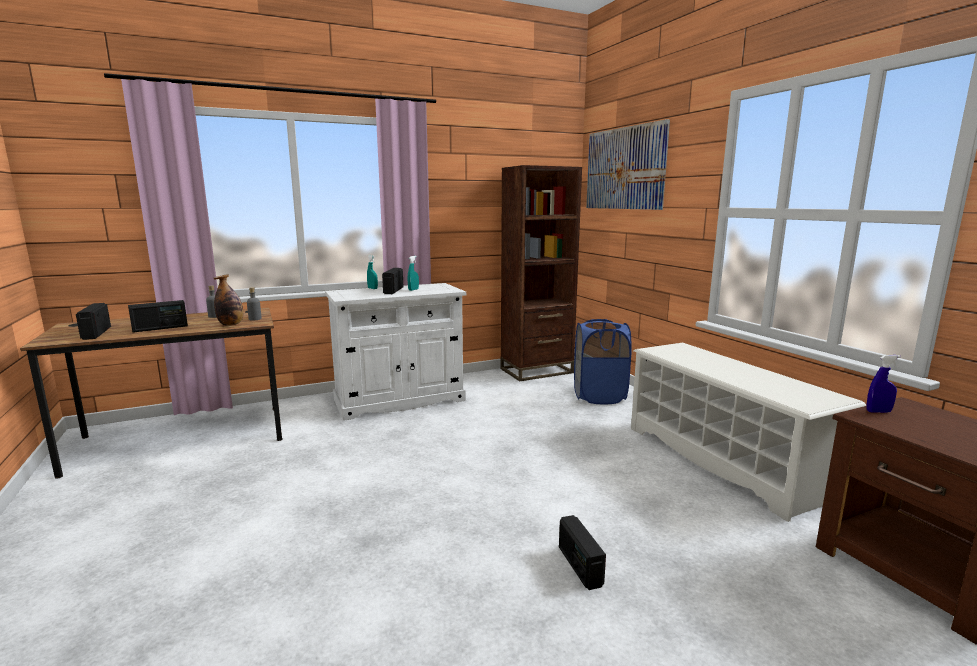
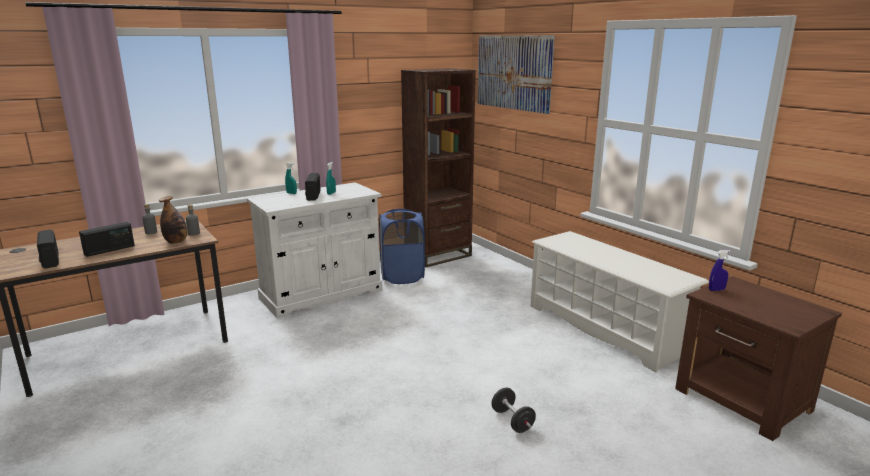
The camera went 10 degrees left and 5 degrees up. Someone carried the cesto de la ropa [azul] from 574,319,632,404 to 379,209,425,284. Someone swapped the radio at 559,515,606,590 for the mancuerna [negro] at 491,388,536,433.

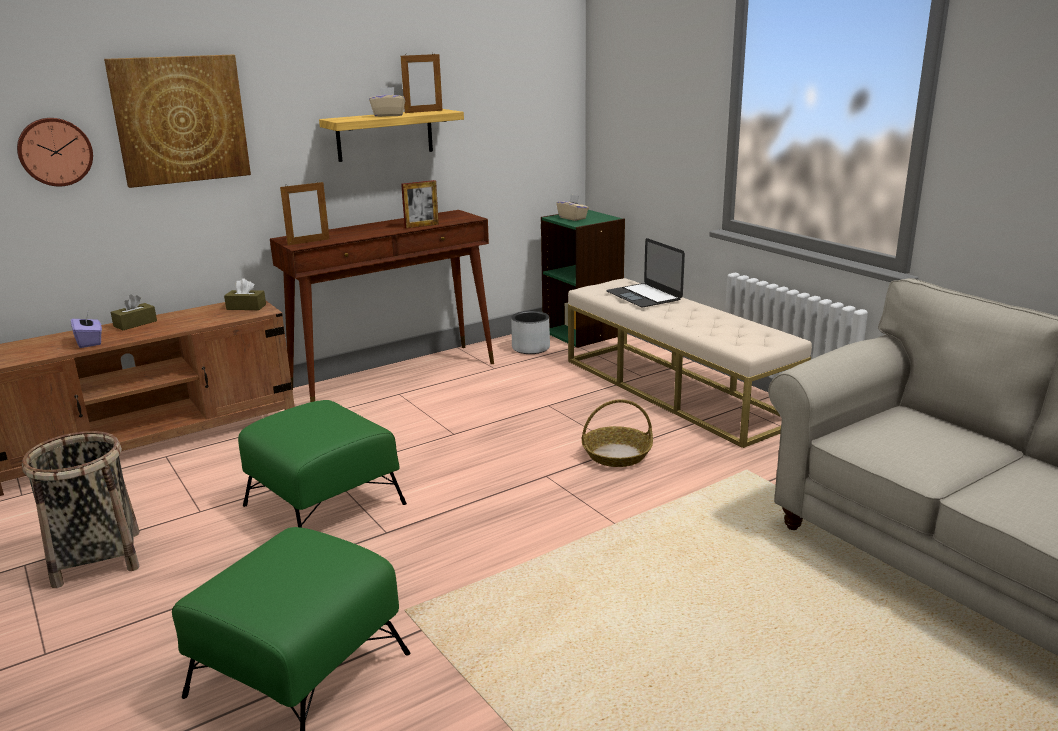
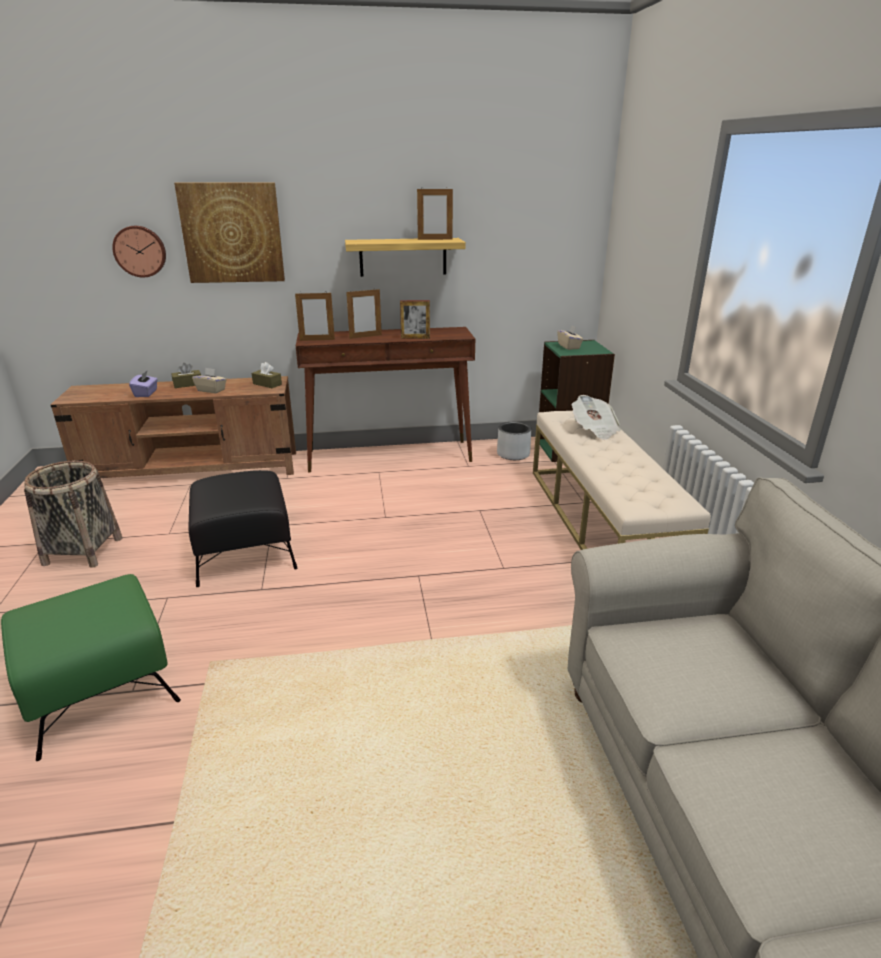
The camera went 25 degrees right and 5 degrees up. Someone repainted the puf [verde] at 238,400,407,528, which became the puf [negro] at 189,470,298,587. Someone carried the caja de pañuelos [beis] from 369,87,405,117 to 192,368,227,393. Someone put down the portarretratos at 346,289,382,339. Someone swapped the portátil at 606,238,685,307 for the periódico at 572,395,621,440. Someone took away the cesta at 581,399,653,467.

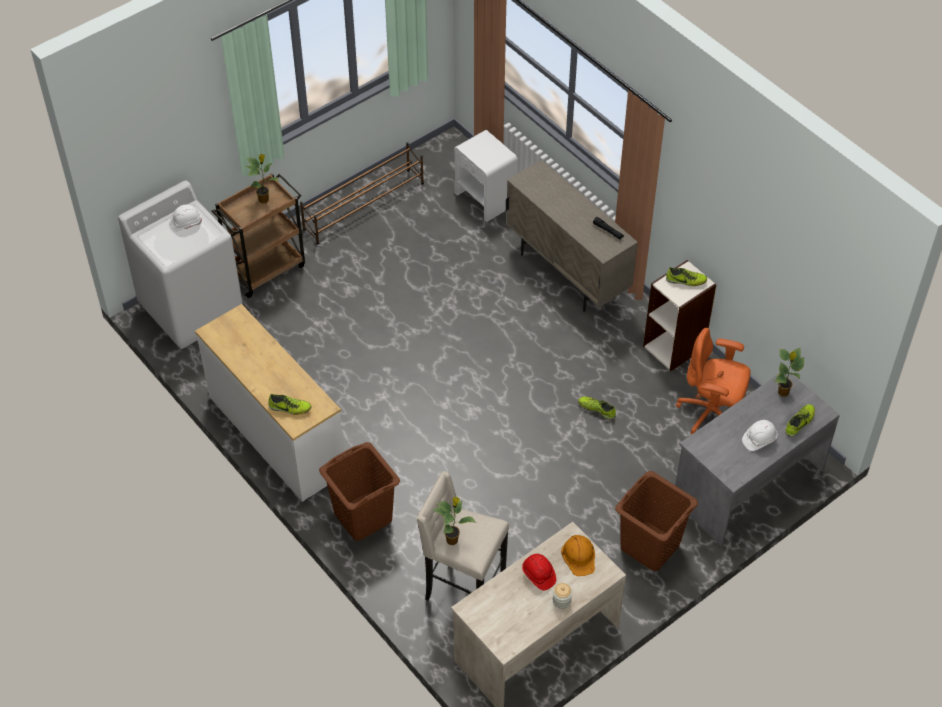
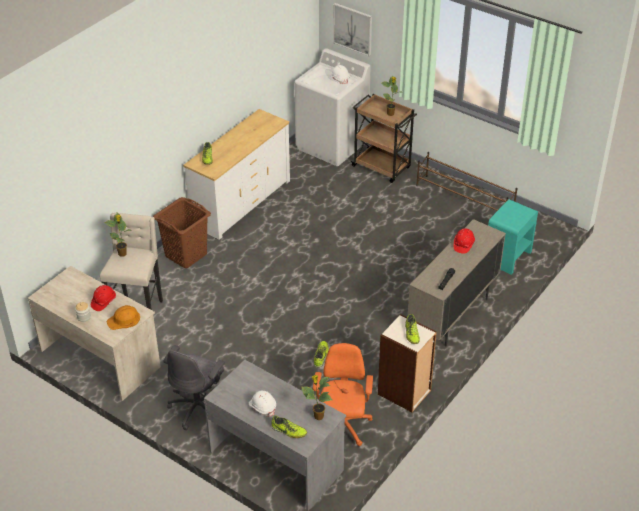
The camera went 75 degrees right and 10 degrees down. Someone swapped the cesto de la ropa [marrón] at 615,471,698,571 for the silla de oficina [gris] at 163,345,225,430. Someone put up the cuadro at 333,3,372,57. Someone put down the casco [rojo] at 453,228,475,254. Someone repainted the mesita de noche [blanco] at 454,130,518,222, which became the mesita de noche [turquesa] at 488,199,538,275.

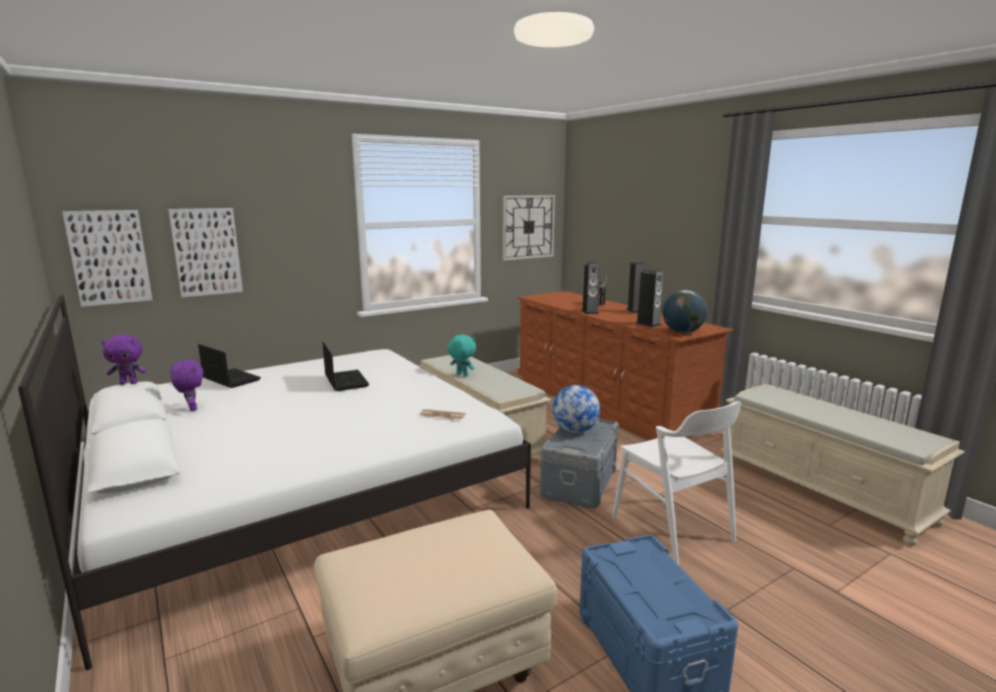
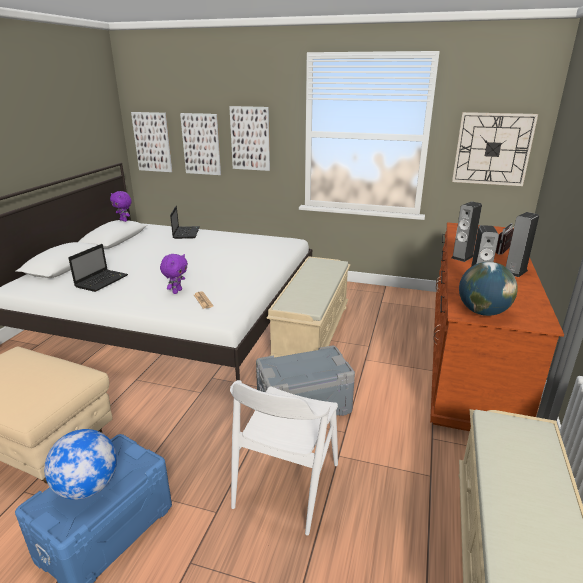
The camera went 50 degrees right and 10 degrees up. Someone carried the globo terráqueo from 552,385,600,433 to 44,429,117,500. Someone carried the portátil from 323,342,369,391 to 68,244,128,292. Someone carried the peluche [morado] from 170,359,204,411 to 160,254,188,294. Someone put up the cuadro at 229,106,270,171. Someone took away the peluche [turquesa] at 447,335,476,376.

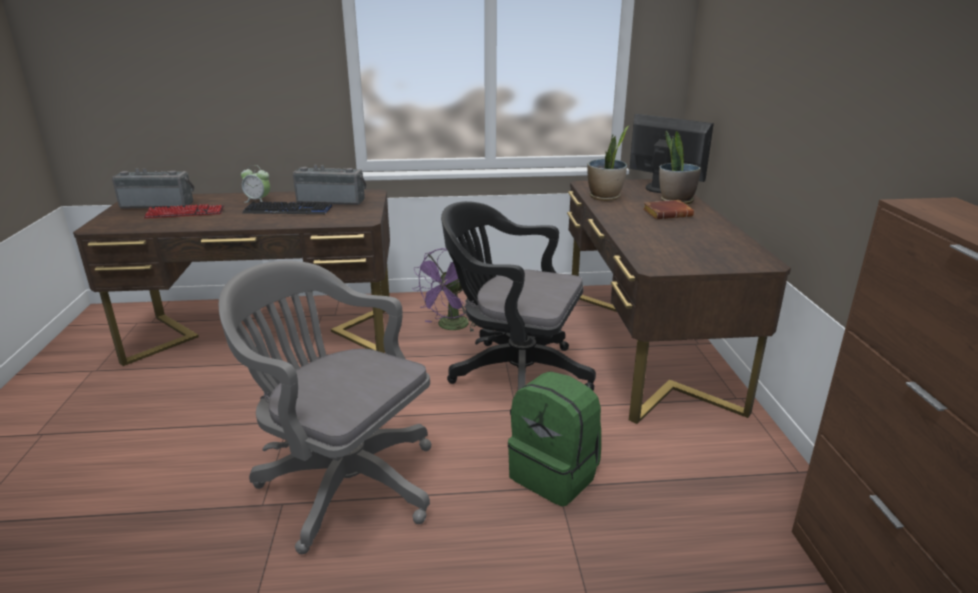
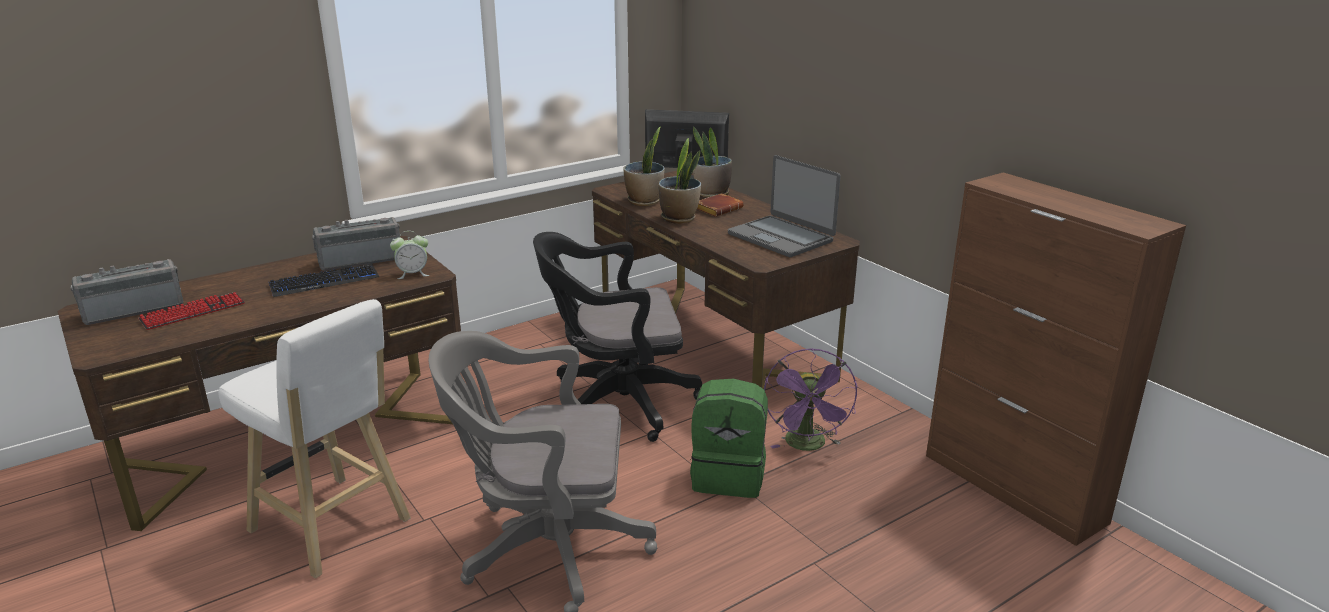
The camera went 30 degrees left and 0 degrees up. Someone put down the taburete [blanco] at 218,299,411,578. Someone carried the despertador from 241,165,270,203 to 390,231,429,279. Someone put down the planta en maceta at 658,138,701,224. Someone put down the portátil at 728,155,841,257. Someone carried the ventilador [morado] from 412,248,477,332 to 764,348,858,451.

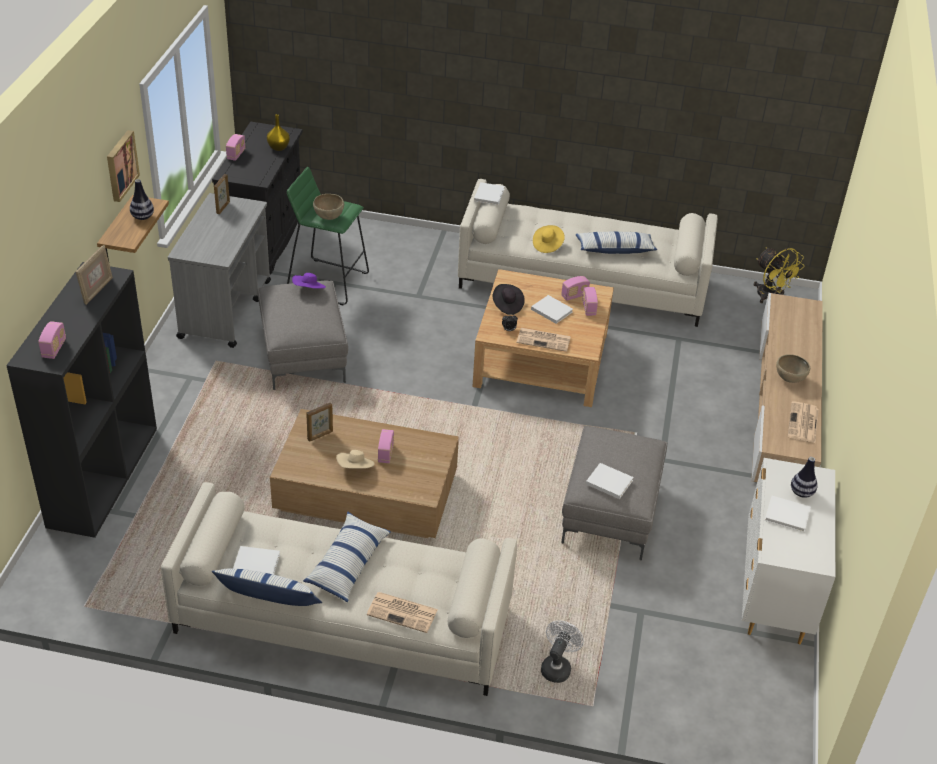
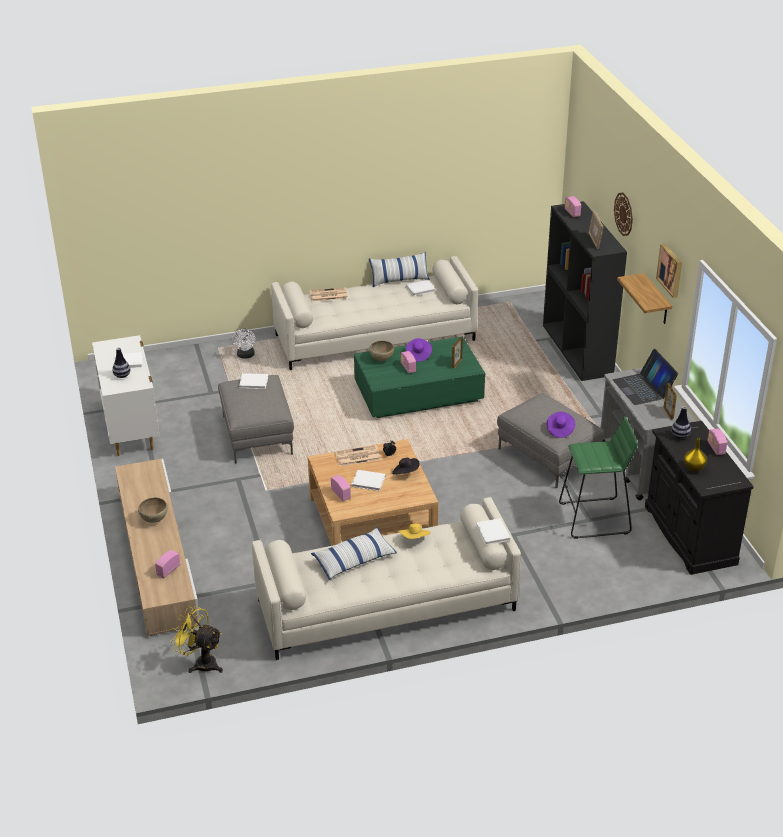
The camera went 155 degrees right and 5 degrees down. Someone carried the radio from 561,276,590,301 to 155,550,181,578. Someone repainted the mesa de centro [marrón] at 270,409,459,538, which became the mesa de centro [verde] at 354,336,485,418. Someone carried the cuenco [marrón] from 313,194,344,220 to 369,341,394,361. Someone repainted the sombrero [beis] at 336,450,374,469, which became the sombrero [morado] at 406,338,432,362. Someone put down the portátil at 613,349,678,405. Someone put up the reloj de pared at 614,192,633,236. Someone carried the florero from 130,179,154,220 to 671,406,691,439. Someone took away the cojín at 303,511,391,602. Someone took away the periódico at 788,401,819,443.

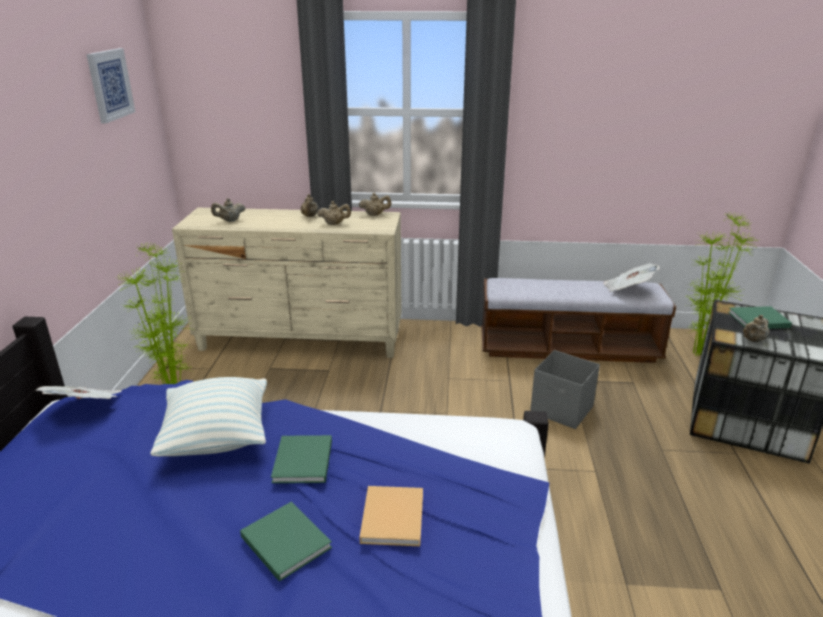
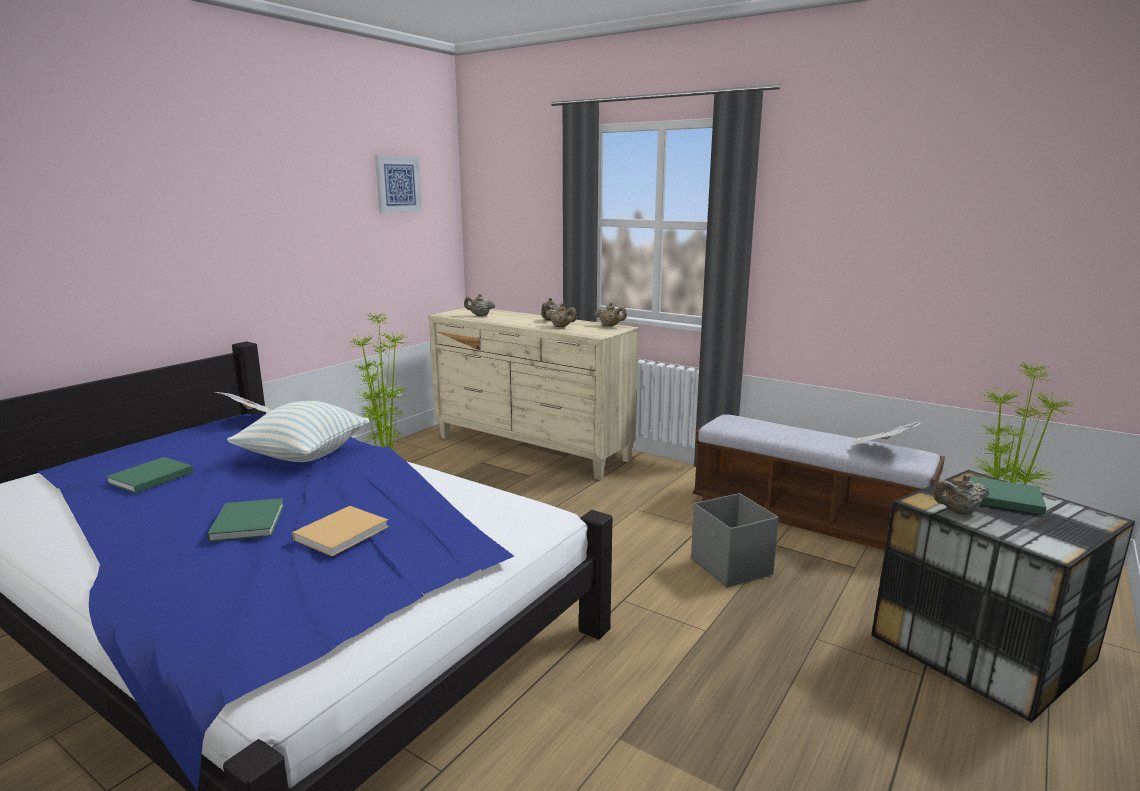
The camera went 30 degrees right and 10 degrees down. Someone carried the libro [verde] from 271,435,332,483 to 106,457,194,493.

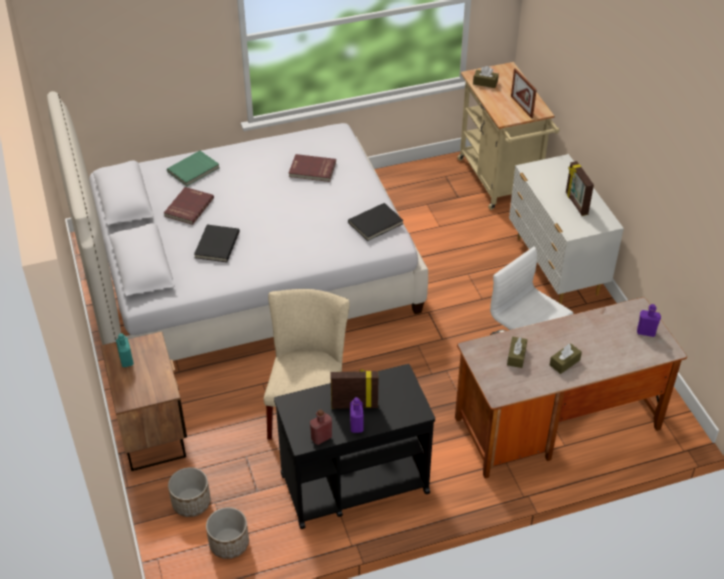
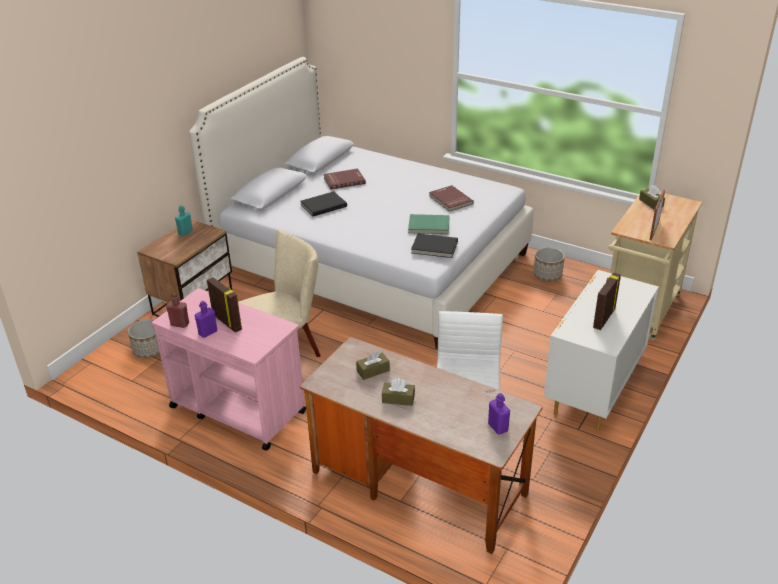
The camera went 50 degrees right and 10 degrees down. Someone repainted the carrito [negro] at 274,364,435,529, which became the carrito [rosa] at 152,288,306,451. Someone carried the libro [verde] from 167,151,220,186 to 408,214,450,234. Someone carried the maceta from 206,507,249,559 to 534,247,565,281.

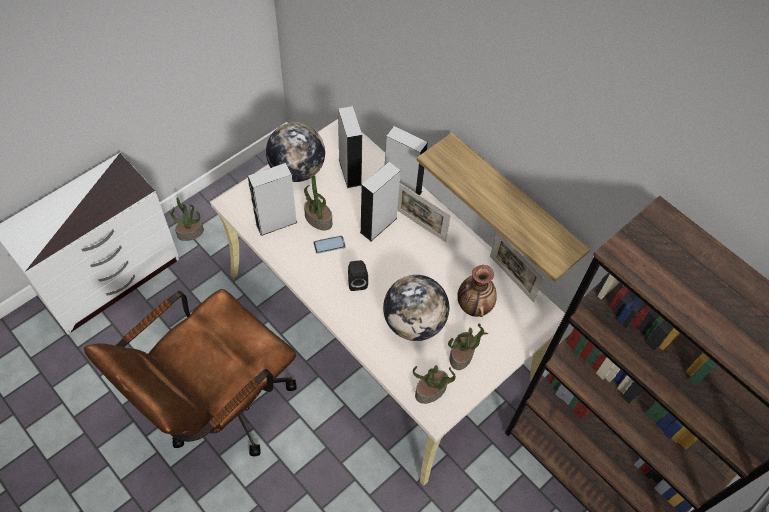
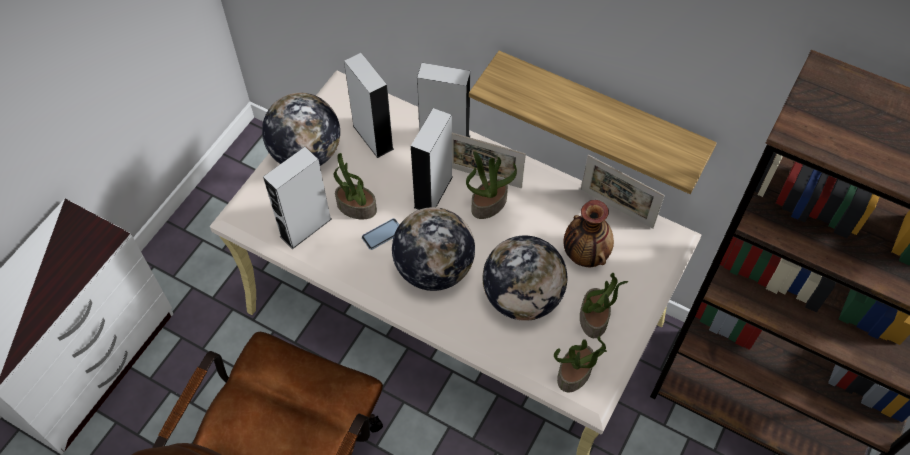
The camera went 15 degrees left and 0 degrees up. Someone swapped the altavoz [negro] at 348,260,368,291 for the globo terráqueo at 392,207,475,291. Someone carried the planta en maceta from 171,197,204,241 to 466,151,517,219.

